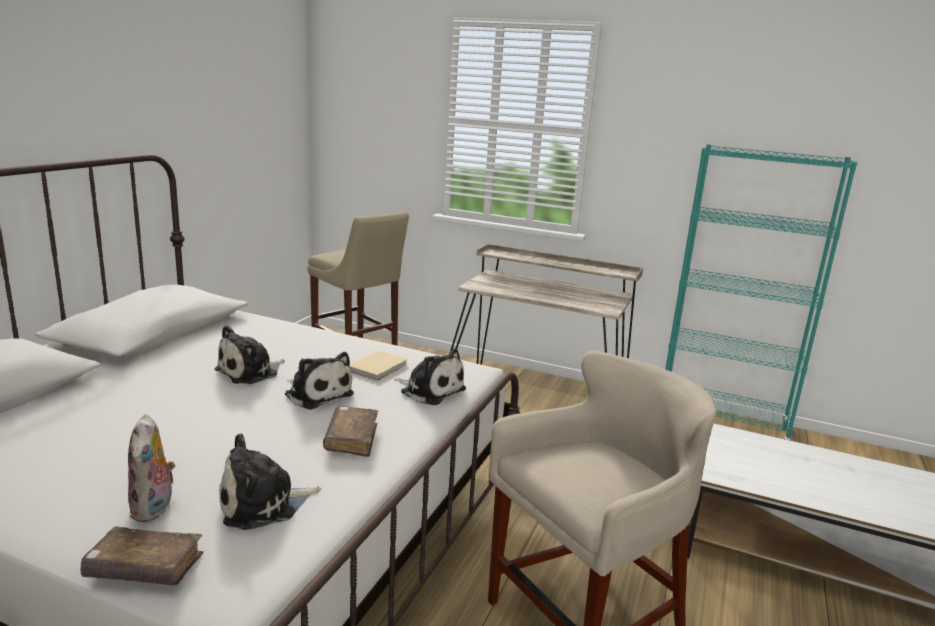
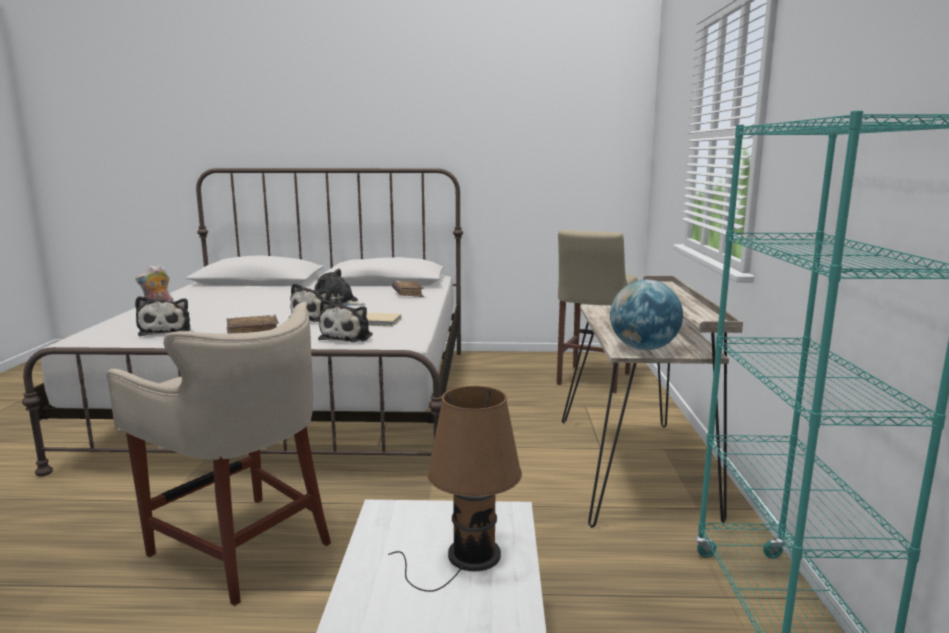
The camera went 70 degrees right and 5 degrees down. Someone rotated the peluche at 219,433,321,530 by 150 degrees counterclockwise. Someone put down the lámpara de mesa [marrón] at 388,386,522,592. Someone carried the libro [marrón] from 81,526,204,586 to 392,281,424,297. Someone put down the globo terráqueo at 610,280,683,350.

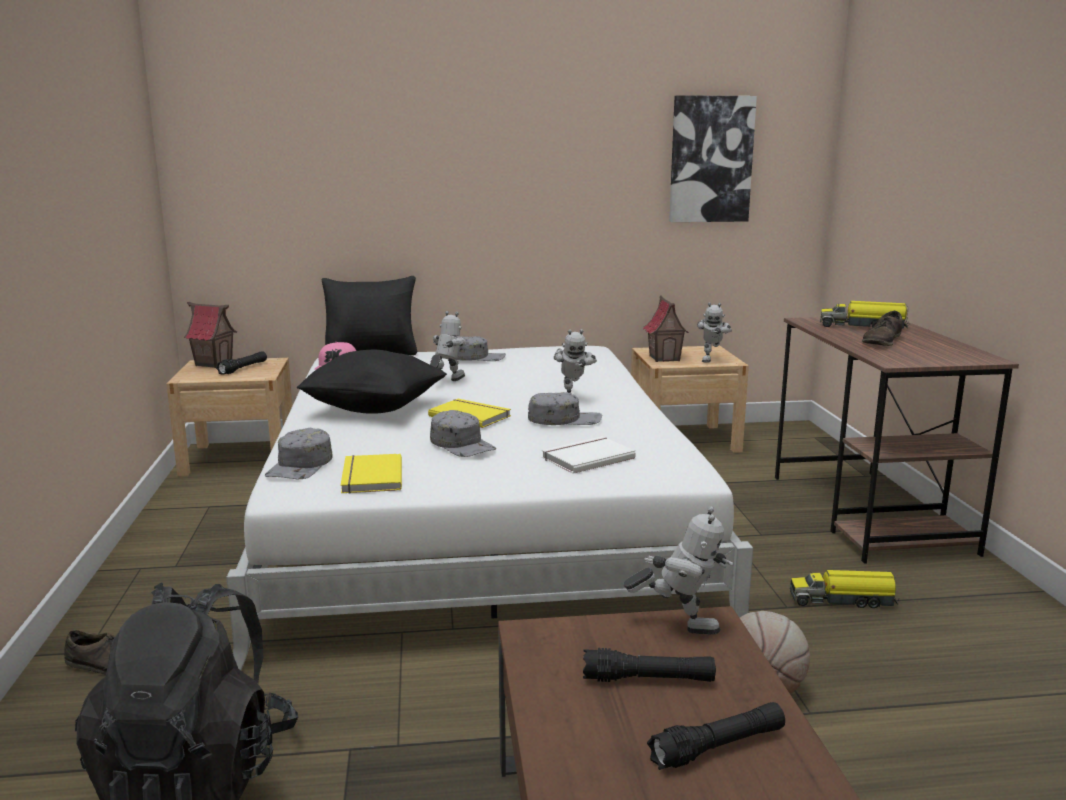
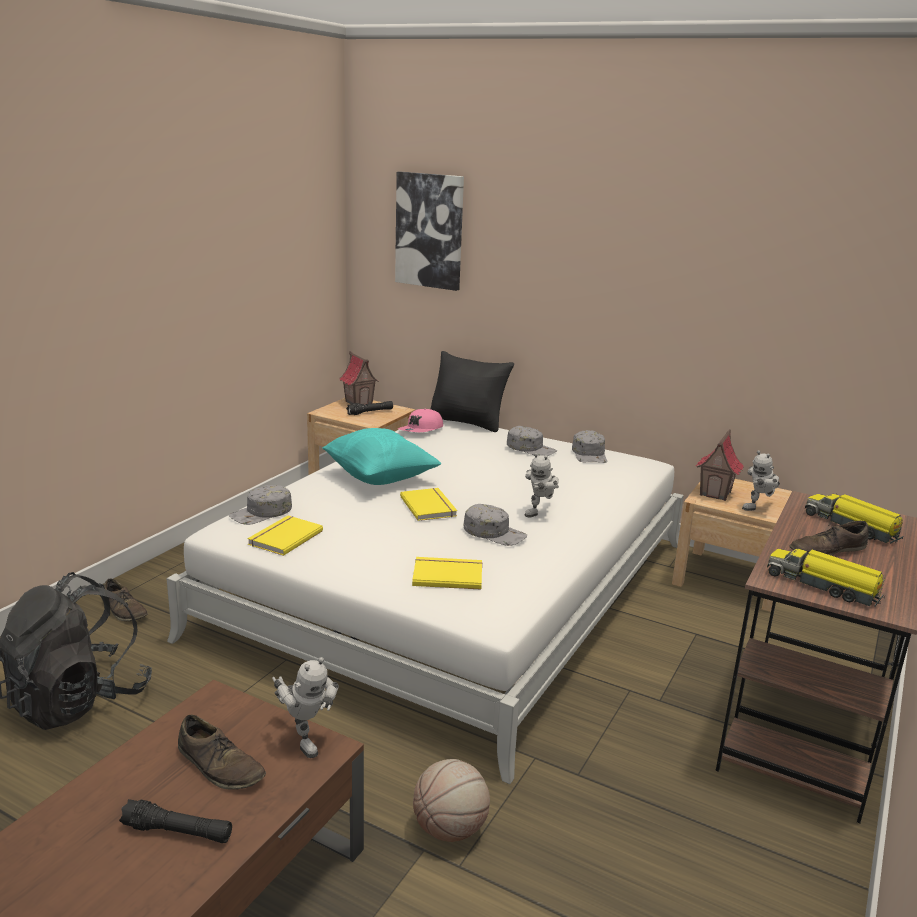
The camera went 35 degrees right and 5 degrees up. Someone swapped the linterna [negro] at 583,648,716,682 for the zapato [marrón] at 178,715,266,790. Someone repainted the cojín [negro] at 296,350,447,414, which became the cojín [turquesa] at 322,428,441,485. Someone carried the cuadro from 669,95,757,222 to 395,172,464,291. Someone repainted the libro [blanco] at 542,436,636,474, which became the libro [amarillo] at 412,557,482,590. Someone carried the gorra [gris] from 430,410,496,457 to 572,430,607,463. Someone carried the camión de juguete from 790,570,899,608 to 767,548,885,607. Someone took away the robot de juguete at 430,311,465,381.

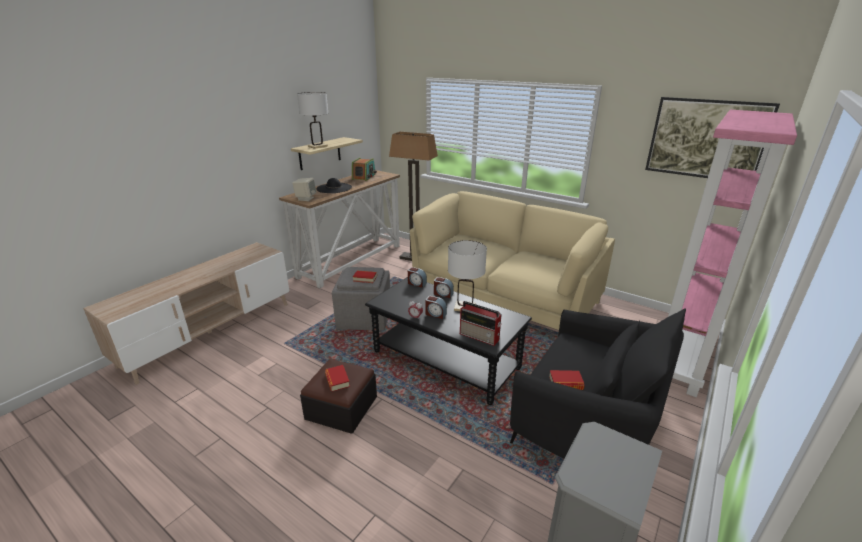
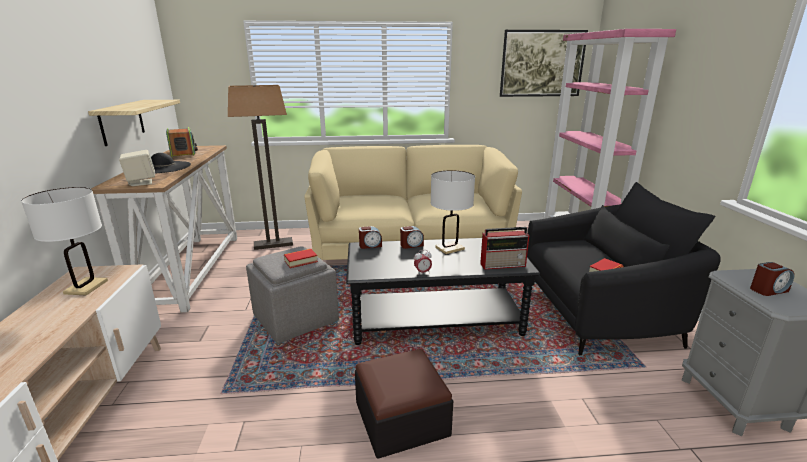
The camera went 40 degrees left and 5 degrees down. Someone carried the lámpara de mesa [blanco] from 297,92,328,149 to 21,187,108,295. Someone carried the despertador from 425,296,447,319 to 750,262,794,296. Someone took away the libro at 325,365,350,392.

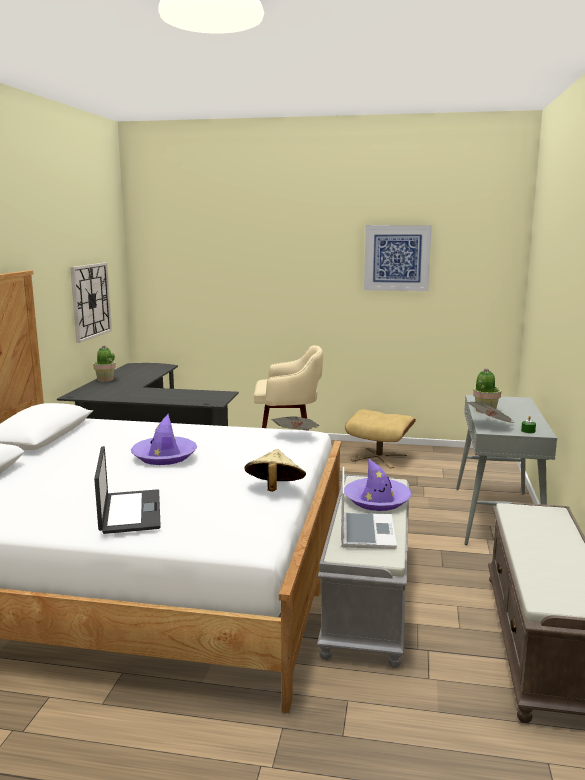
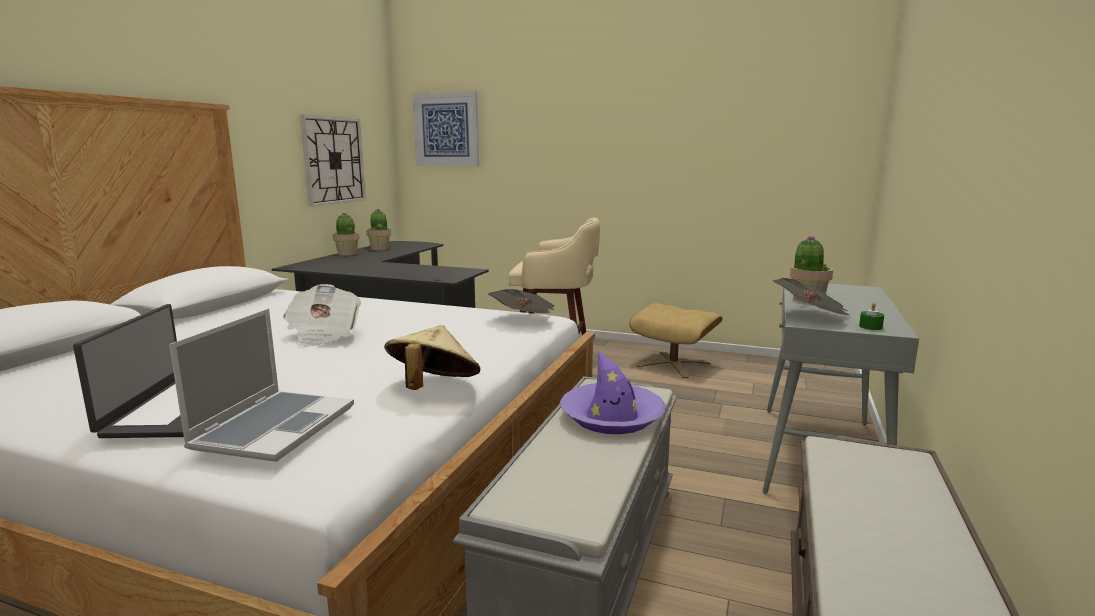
The camera went 10 degrees right and 0 degrees up. Someone carried the portátil from 341,467,397,549 to 169,309,354,462. Someone swapped the sombrero [morado] at 131,414,197,465 for the periódico at 283,284,361,347. Someone put down the planta en maceta at 366,209,391,250. Someone carried the cuadro from 364,225,432,291 to 412,91,479,167.

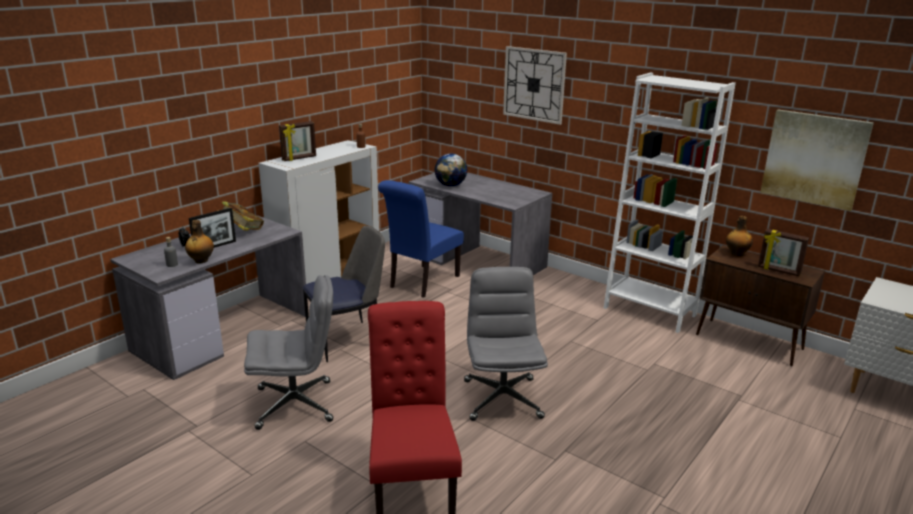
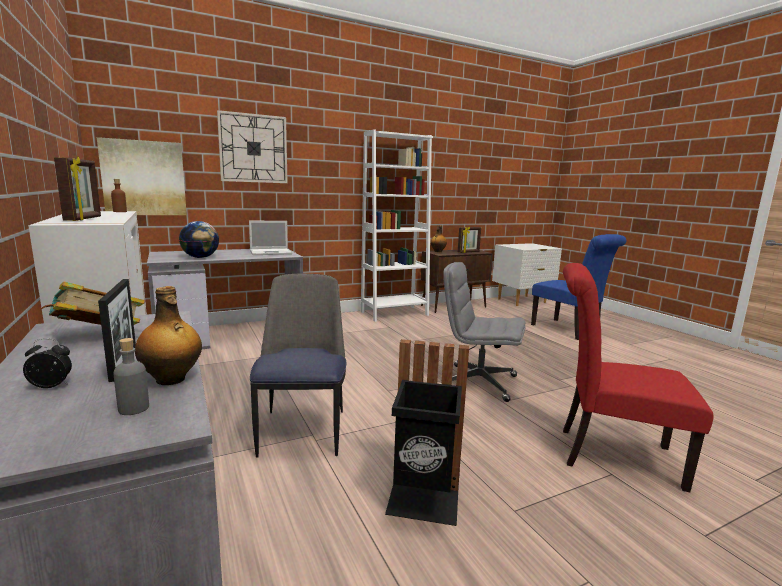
The camera went 65 degrees left and 10 degrees down. Someone carried the cuadro from 760,109,874,211 to 97,137,187,215. Someone put down the portátil at 249,221,292,255. Someone swapped the silla de oficina [gris] at 244,275,333,430 for the papelera [negro] at 385,339,469,526. Someone carried the silla [azul] from 378,180,464,298 to 531,234,626,340.

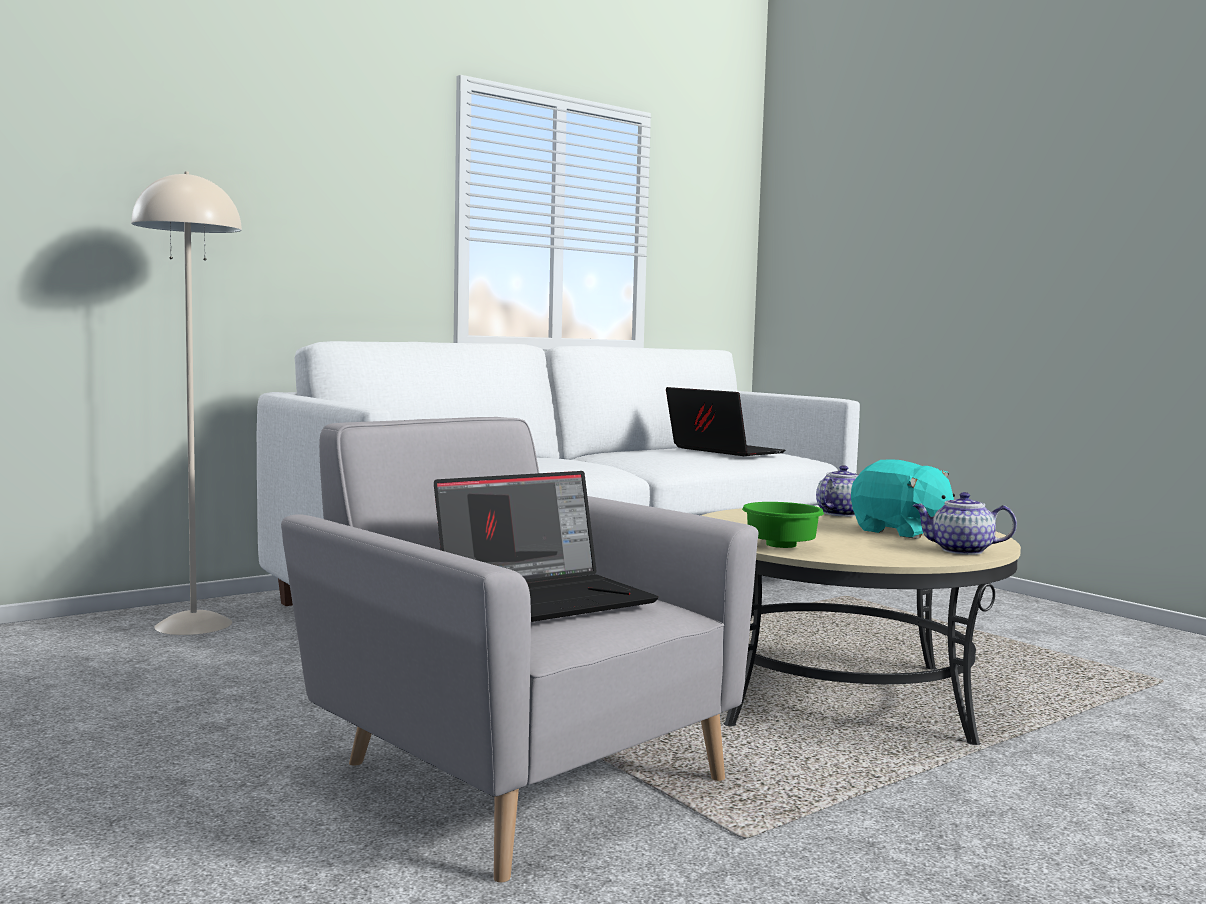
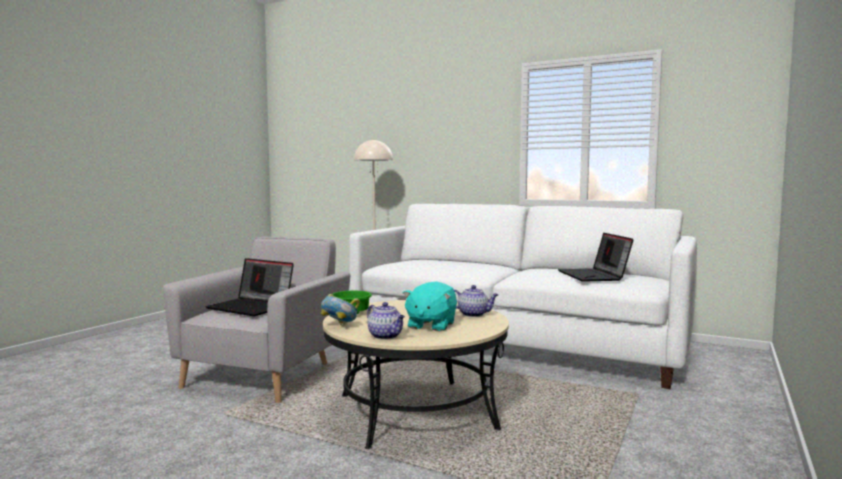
The camera went 65 degrees right and 0 degrees up. Someone put down the cuenco at 321,294,360,326. Someone rotated the tetera at 913,492,1017,555 by 150 degrees clockwise. Someone rotated the portátil at 666,387,785,456 by 150 degrees clockwise.

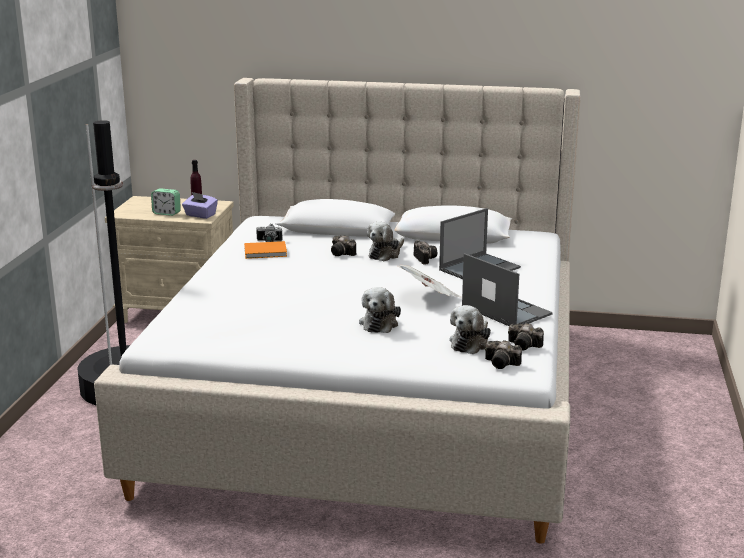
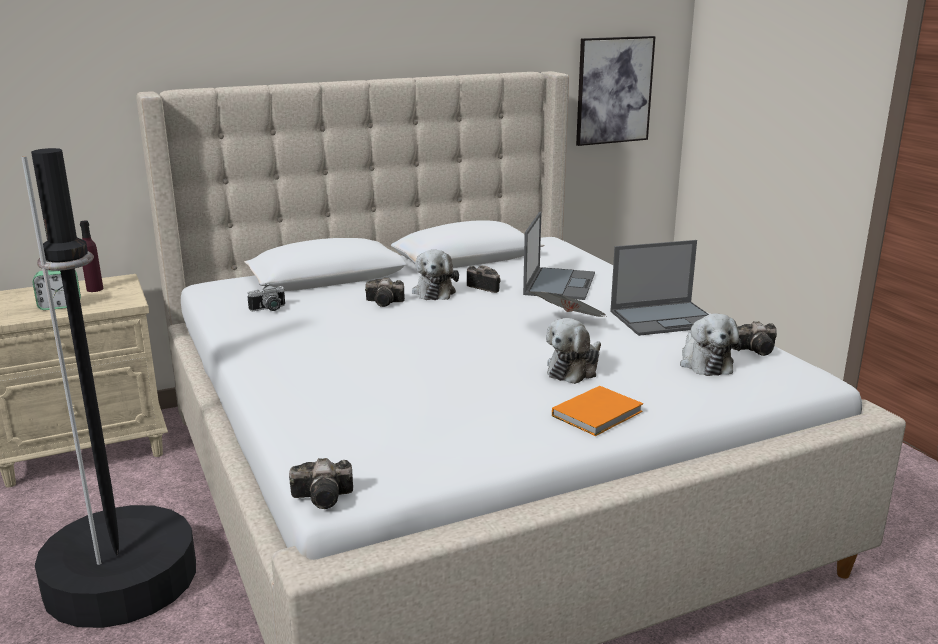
The camera went 35 degrees left and 0 degrees up. Someone carried the cámara from 485,340,522,369 to 289,458,353,509. Someone rotated the peluche at 359,287,401,333 by 60 degrees clockwise. Someone carried the libro [naranja] from 244,241,287,259 to 552,386,643,436. Someone put up the cuadro at 576,36,655,146. Someone rotated the portátil at 462,253,553,326 by 150 degrees clockwise. Someone took away the caja de pañuelos [morado] at 182,192,218,219.

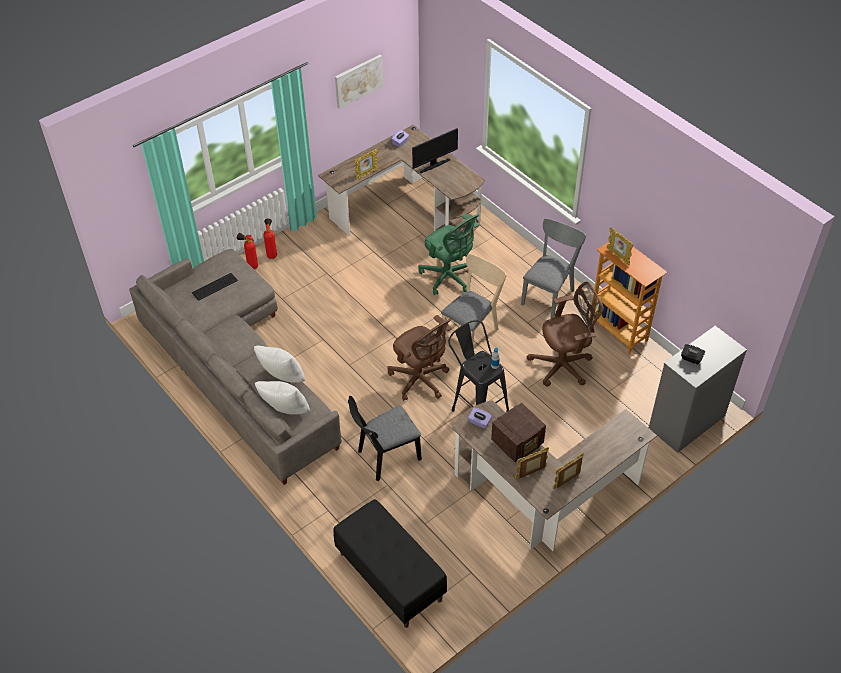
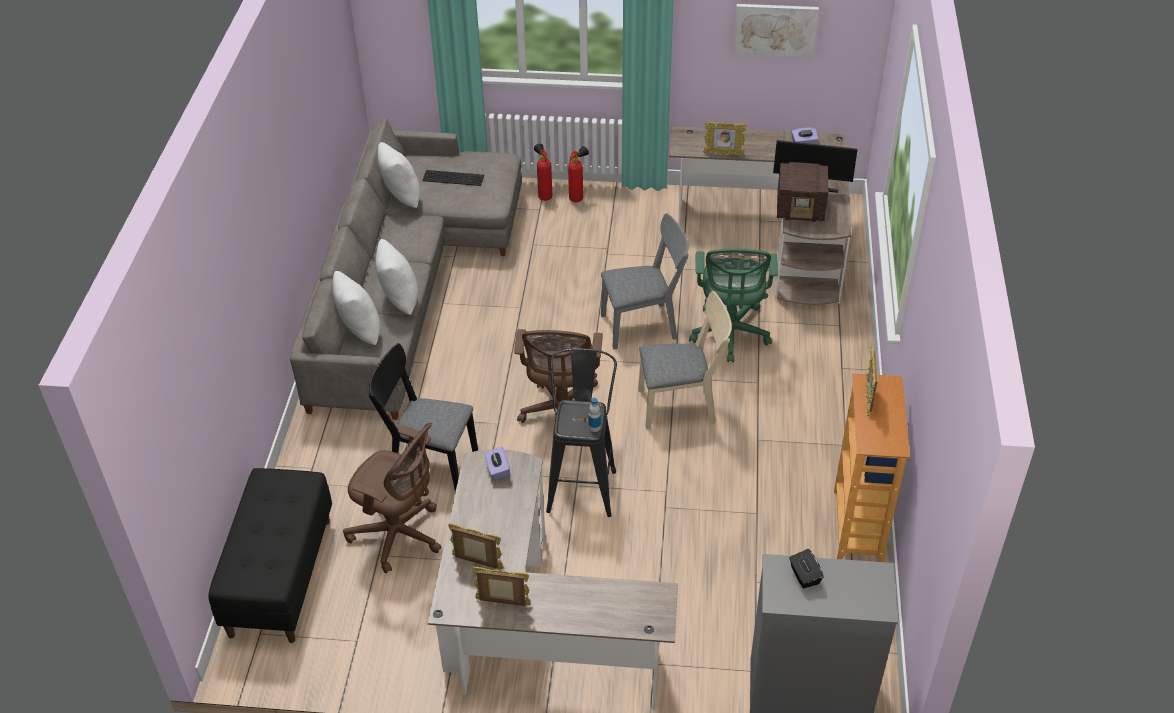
The camera went 45 degrees right and 5 degrees down. Someone carried the silla de oficina [marrón] from 527,281,604,387 to 343,422,441,574. Someone put down the cojín [blanco] at 378,142,420,208. Someone carried the silla [gris] from 521,218,586,318 to 601,213,689,350. Someone carried the radio from 491,403,546,462 to 777,162,828,222.

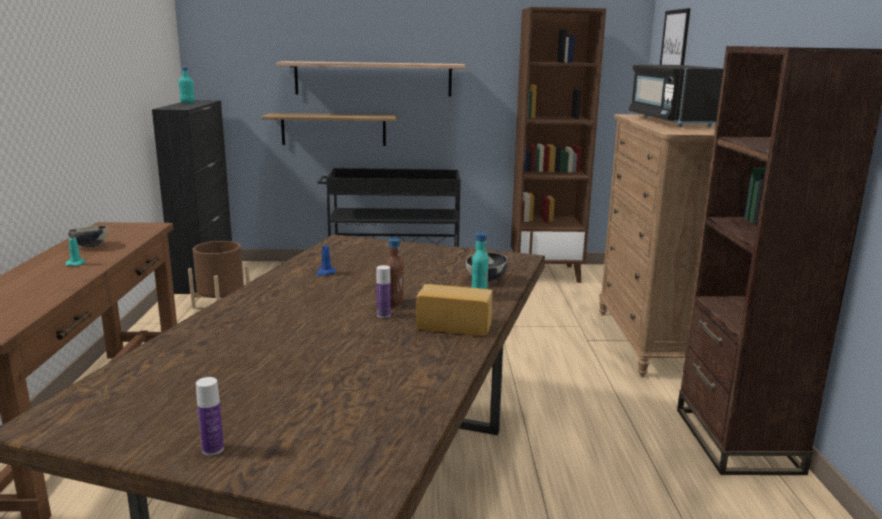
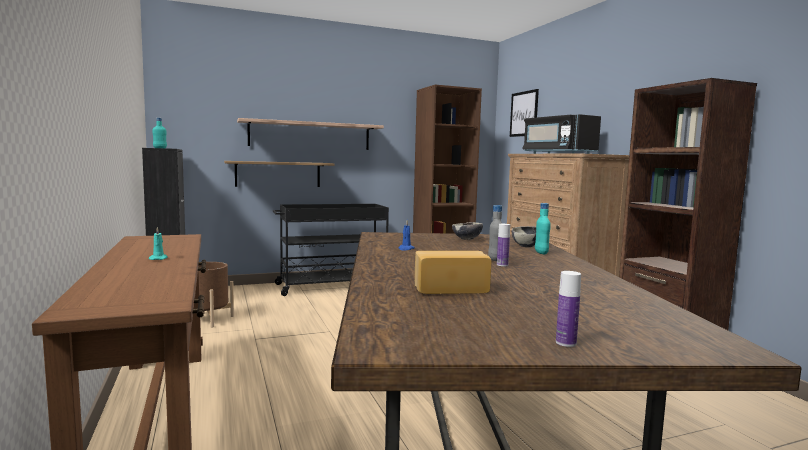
The camera went 20 degrees left and 10 degrees down. Someone carried the pan from 416,284,493,336 to 415,251,491,294. Someone carried the cuenco from 68,225,108,248 to 452,222,483,240. Someone repainted the botella [marrón] at 386,238,404,307, which became the botella [gris] at 488,205,502,261.

